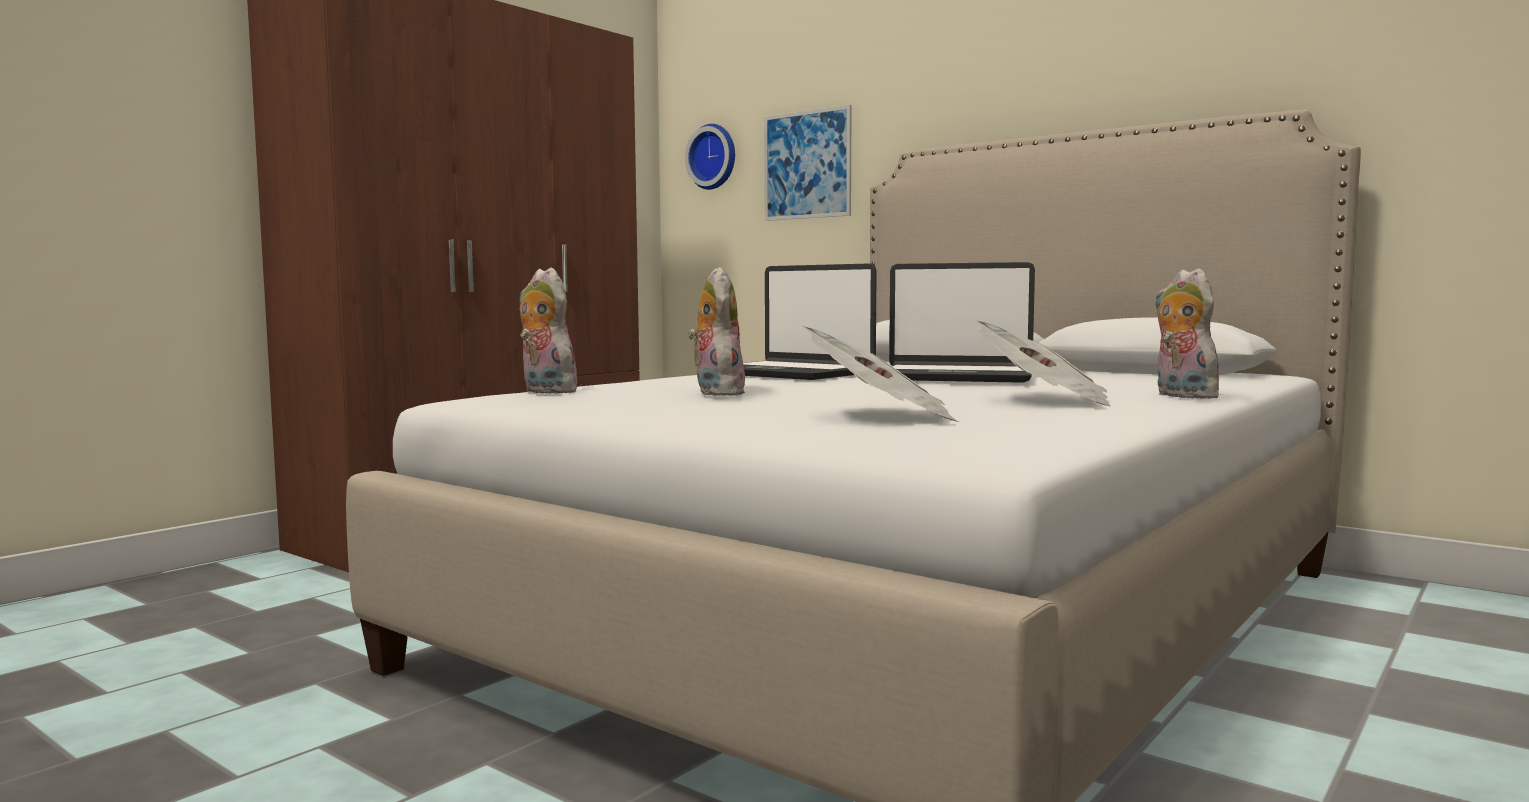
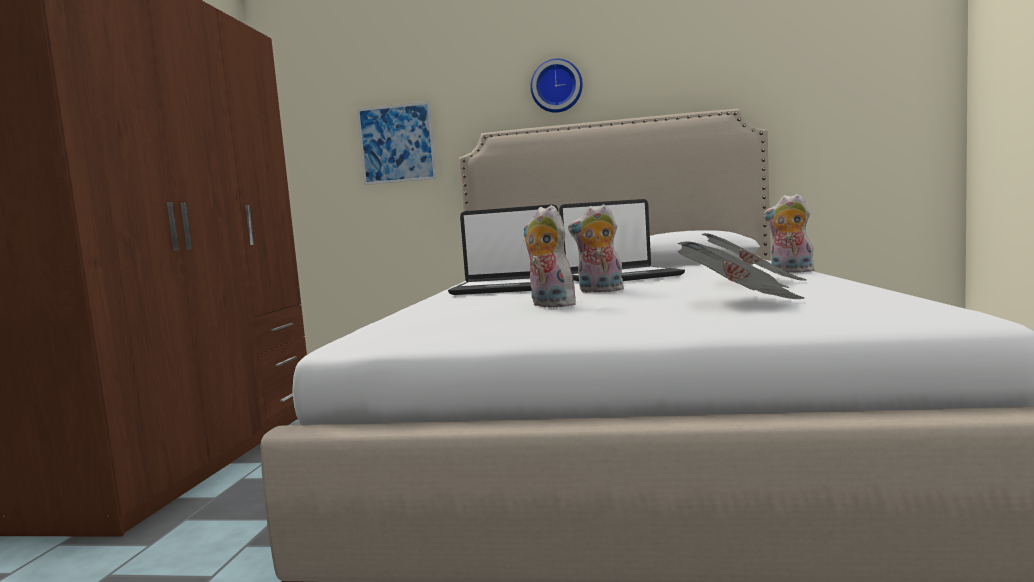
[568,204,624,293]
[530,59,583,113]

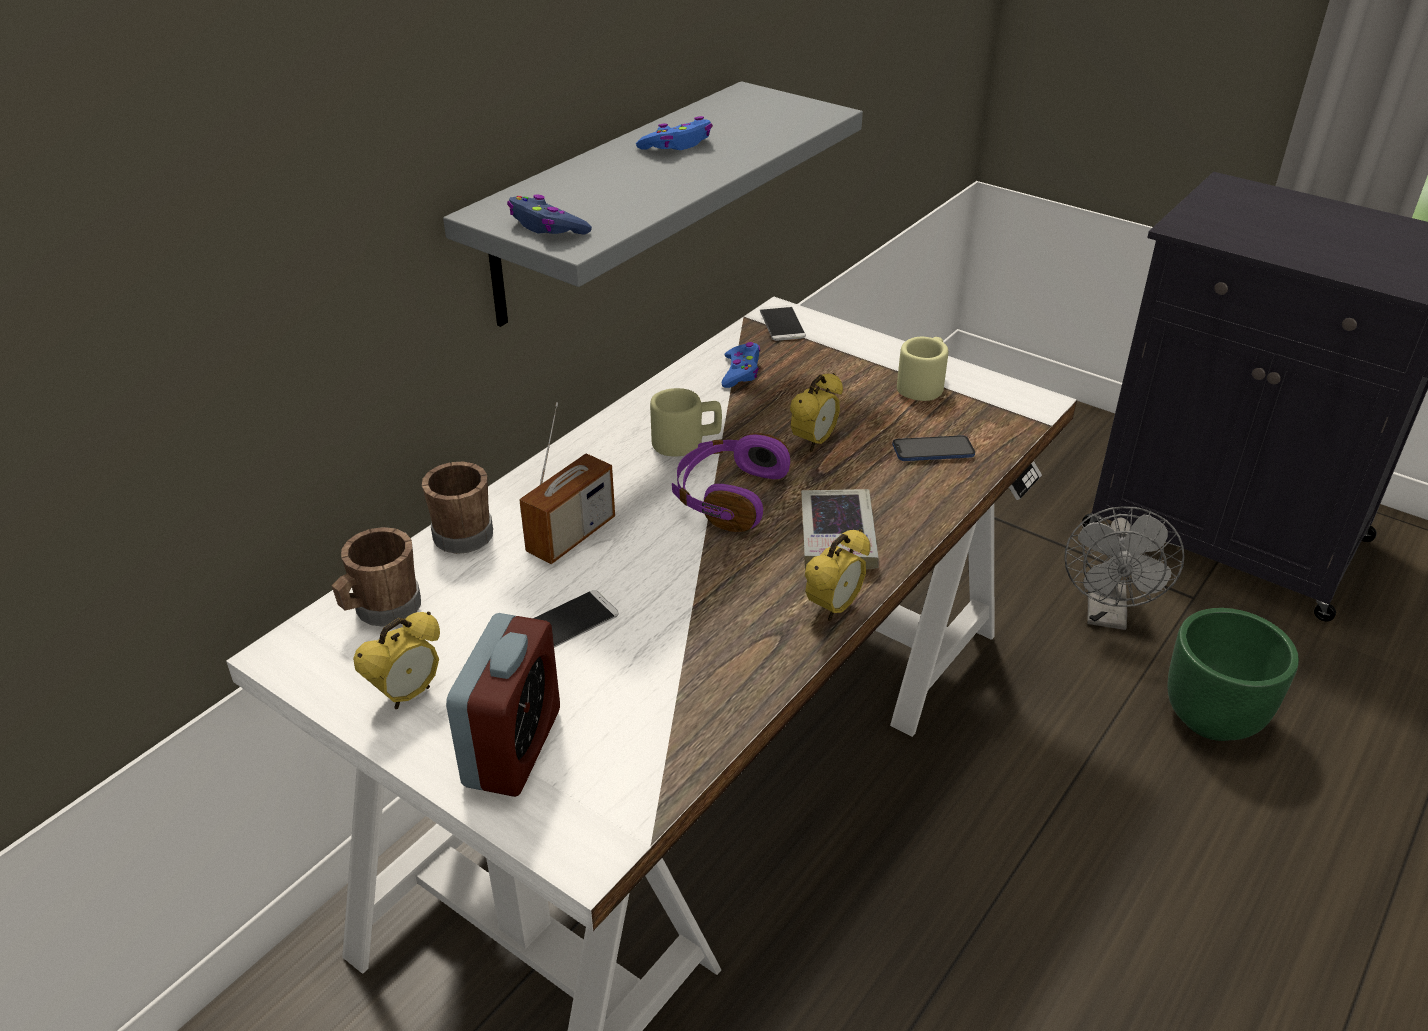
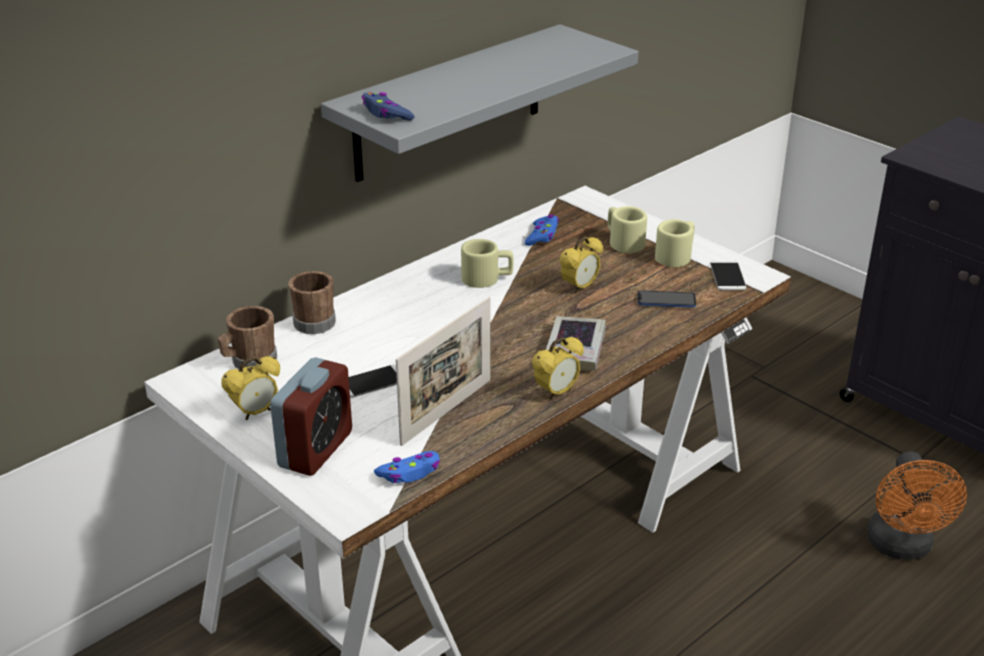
[519,402,615,564] (first image)
[374,451,440,483]
[672,433,790,532] (first image)
[710,261,747,290]
[1064,506,1185,630] (first image)
[867,451,967,560]
[396,297,491,446]
[608,206,647,253]

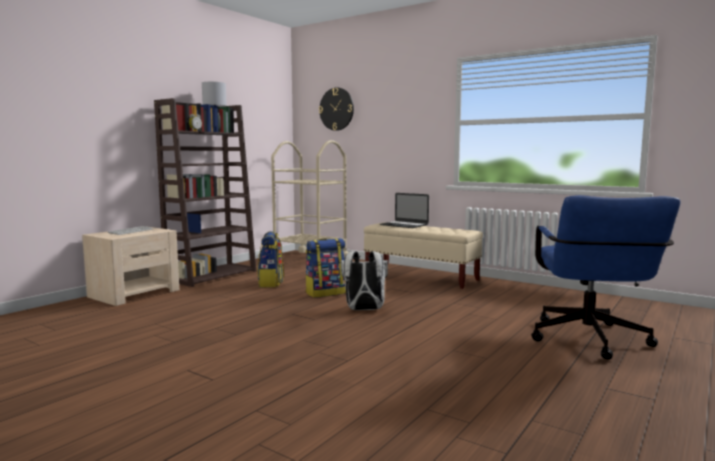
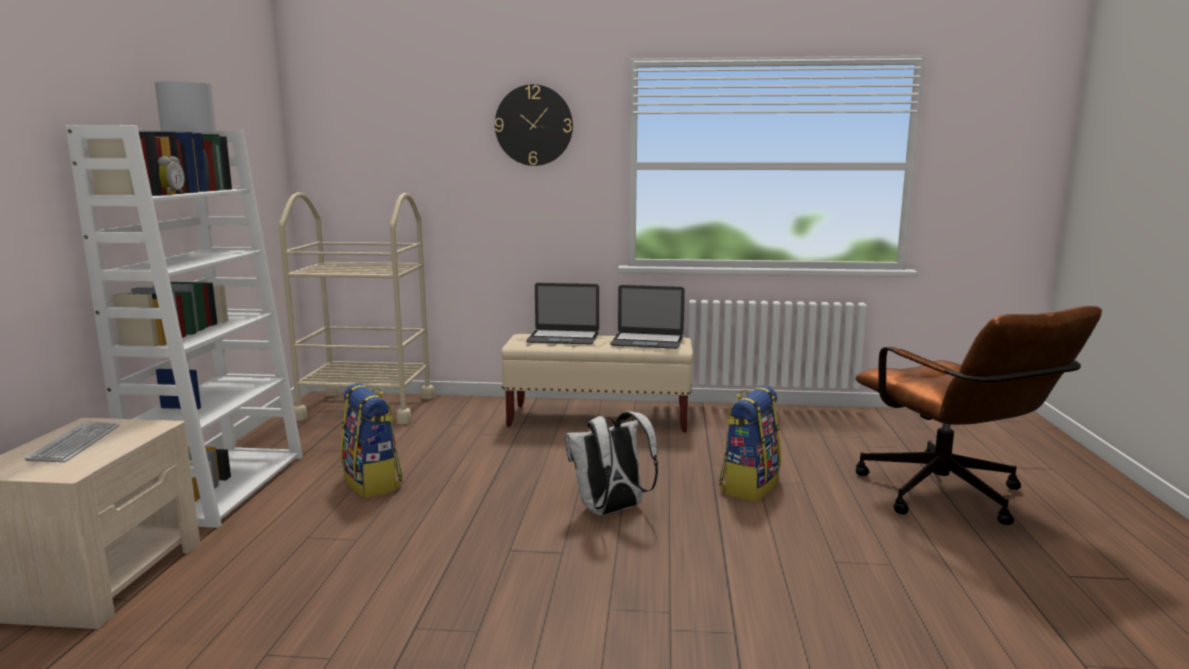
[66,125,303,528]
[719,385,781,502]
[495,84,573,166]
[856,306,1102,525]
[610,285,685,349]

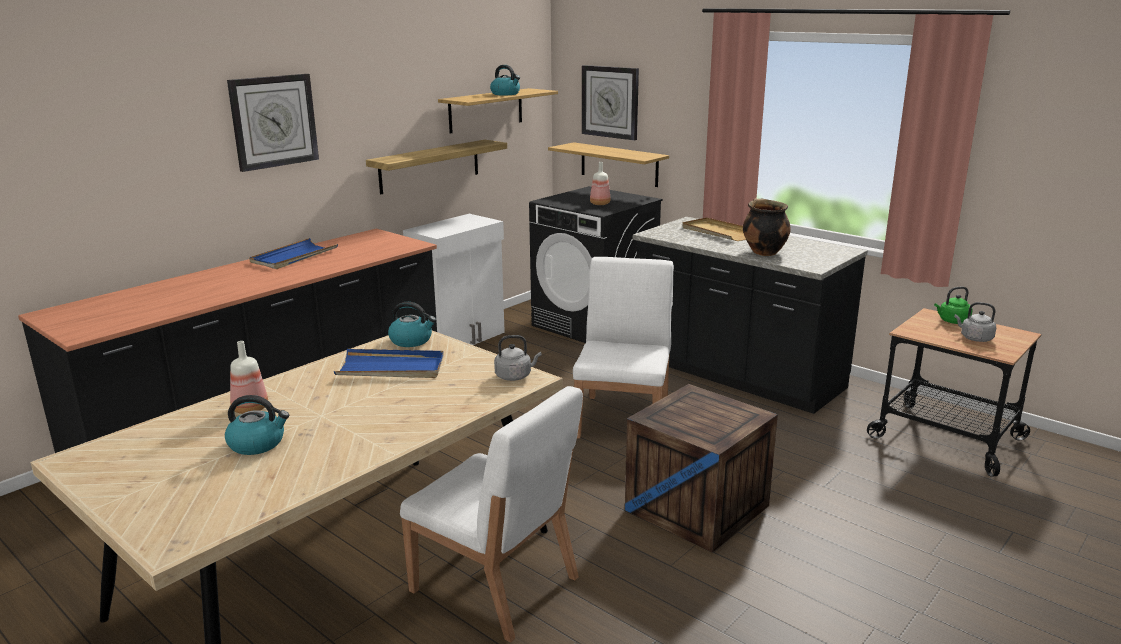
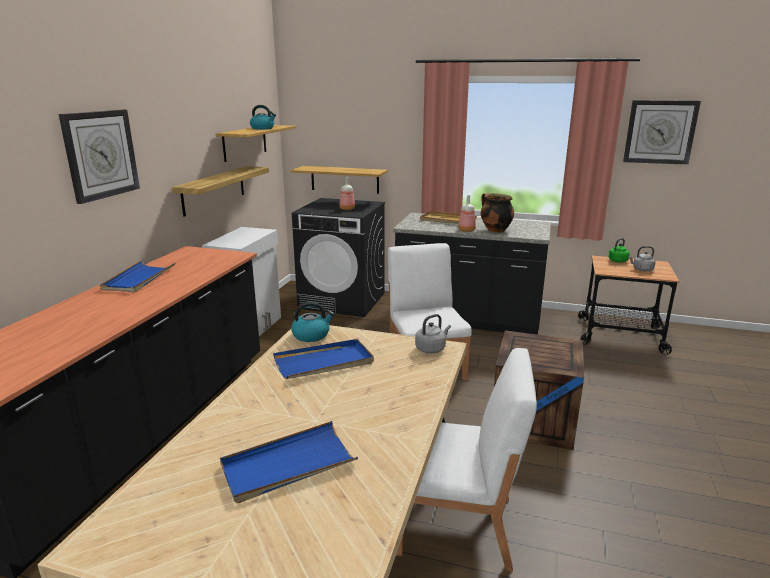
[220,421,358,503]
[458,195,476,232]
[623,100,701,165]

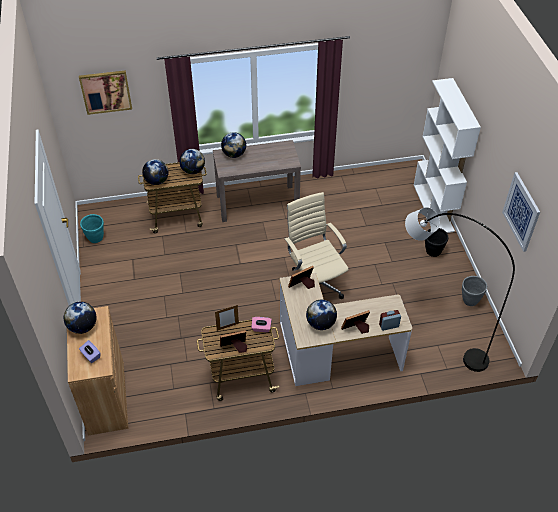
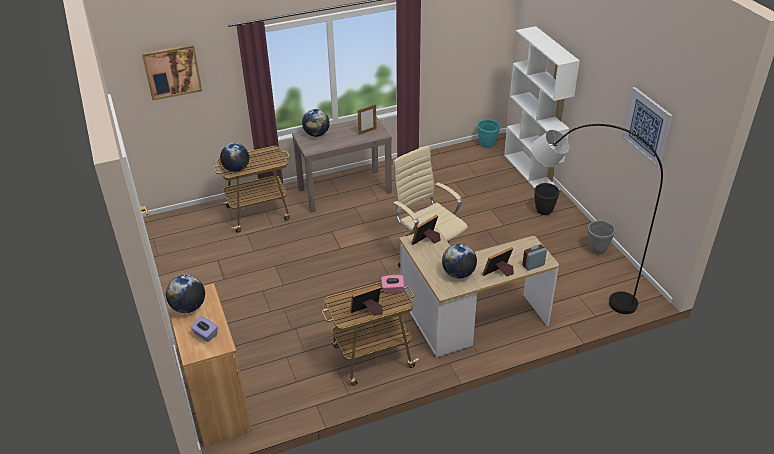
[477,119,500,148]
[179,149,205,174] (first image)
[357,104,377,135]

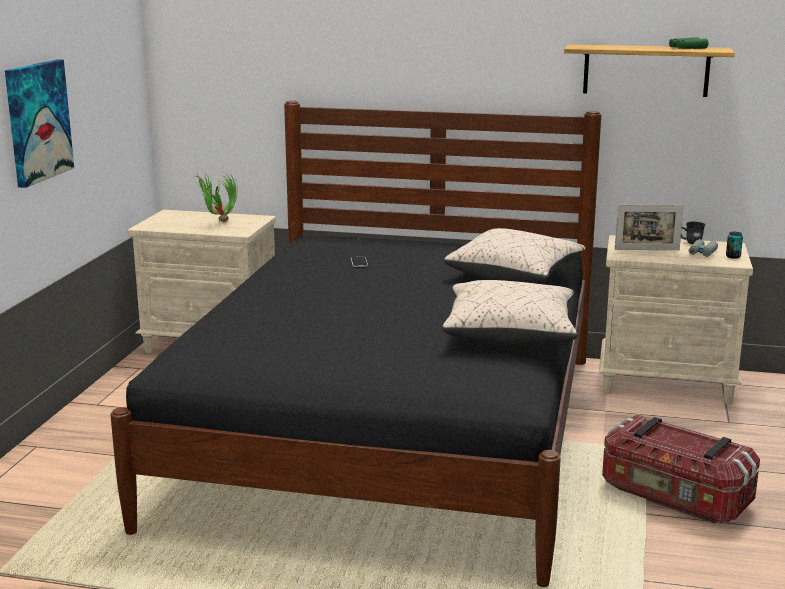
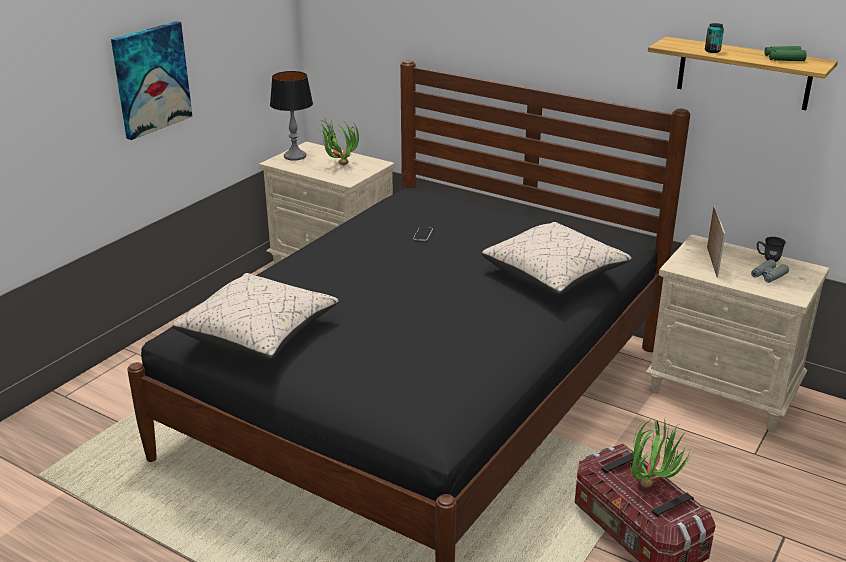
[173,273,339,360]
[707,205,725,278]
[705,23,724,53]
[270,71,313,161]
[630,419,693,489]

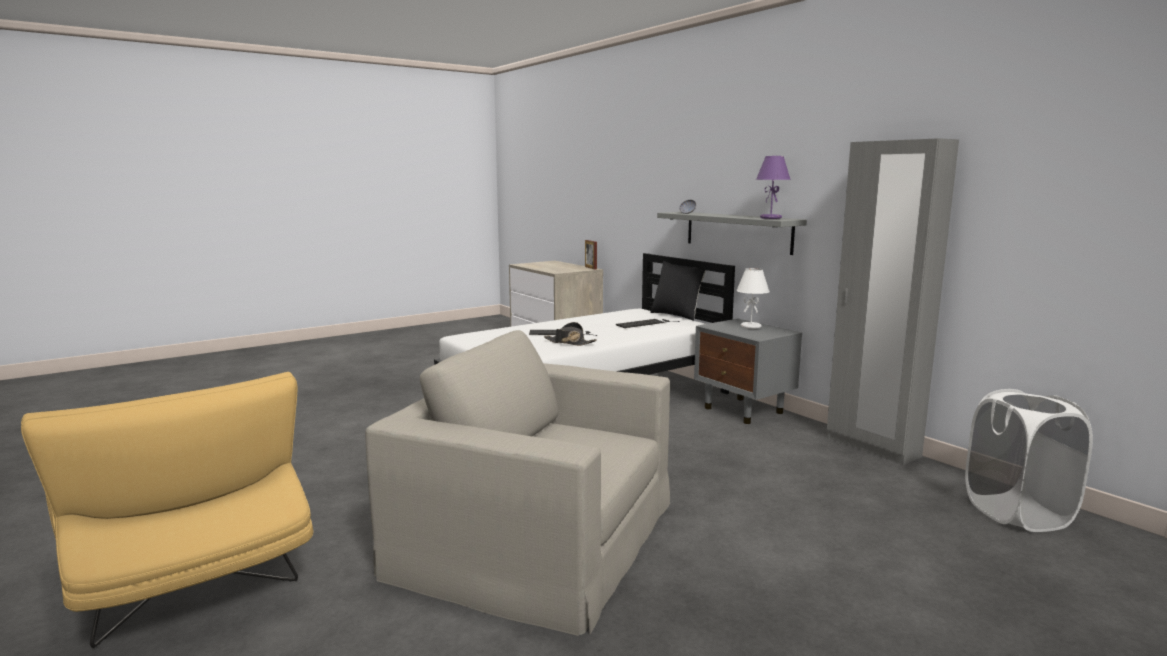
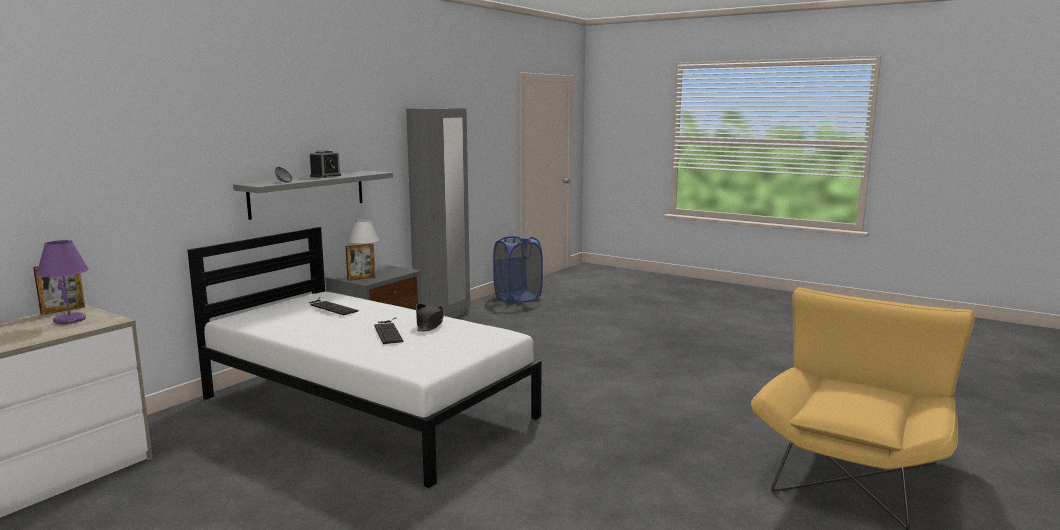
[365,330,670,636] (first image)
[650,261,706,321] (first image)
[36,240,89,324]
[493,236,543,303]
[310,150,341,178]
[346,244,375,281]

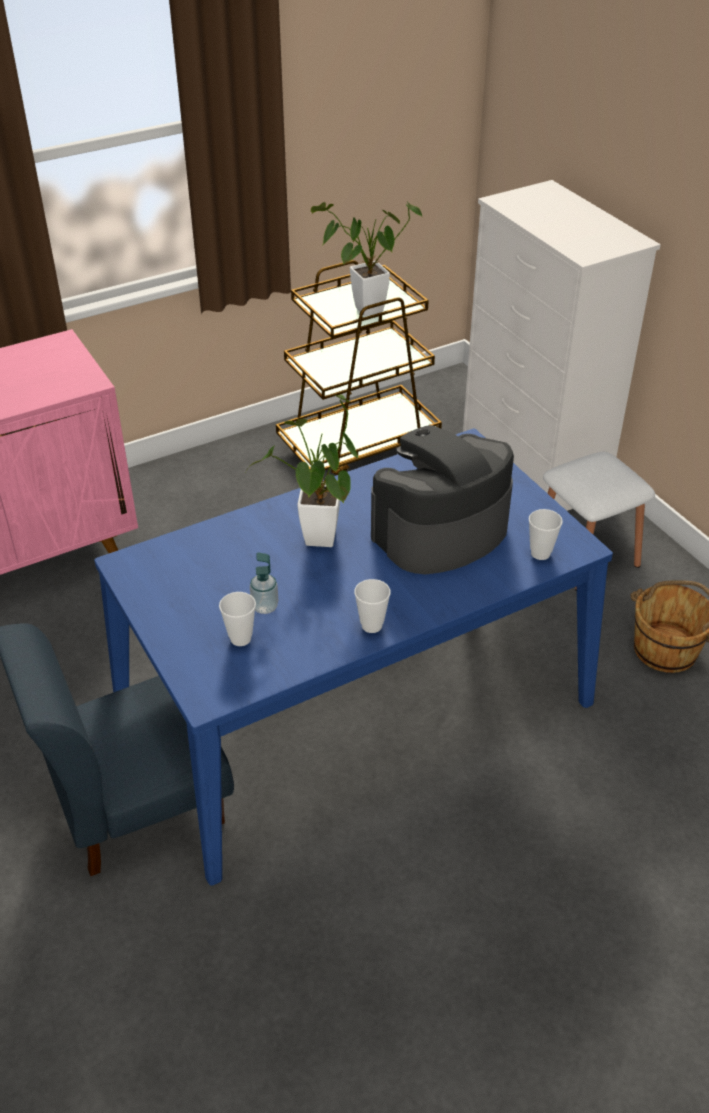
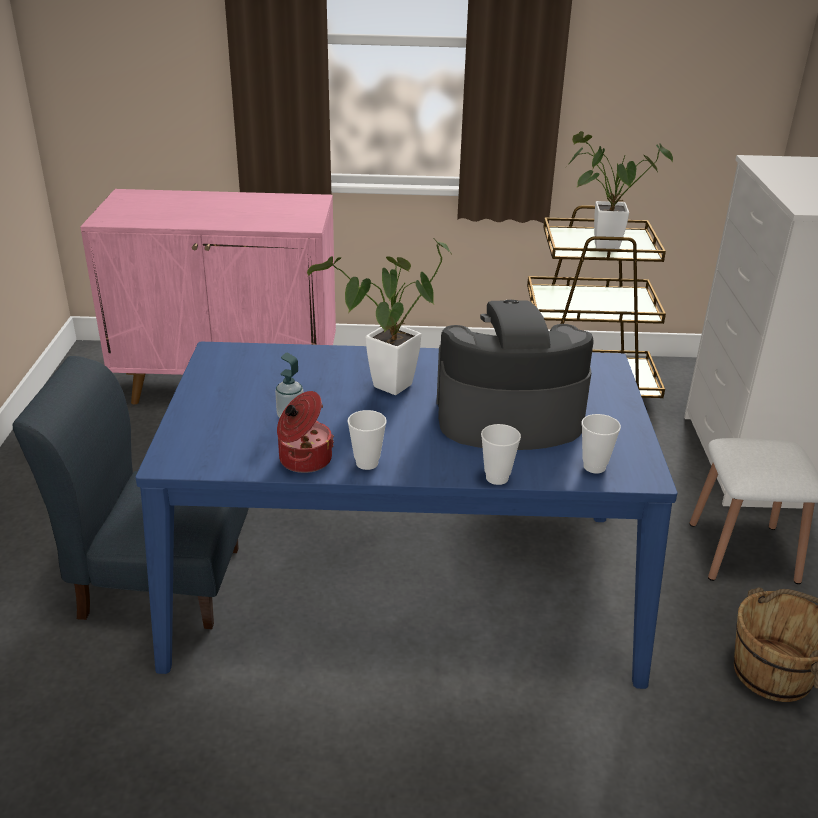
[481,424,521,485]
[277,391,334,473]

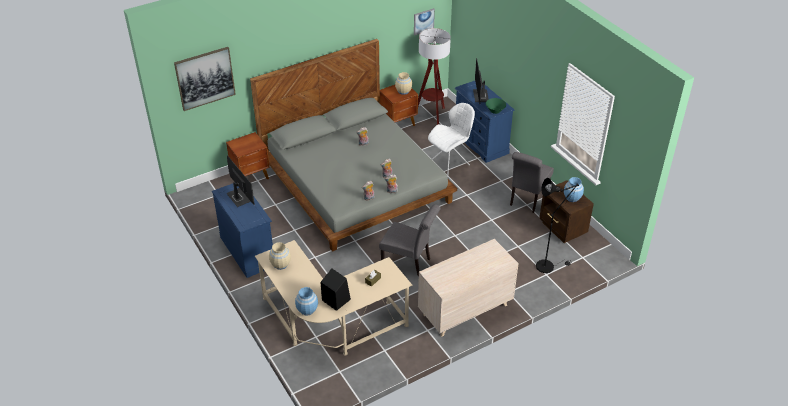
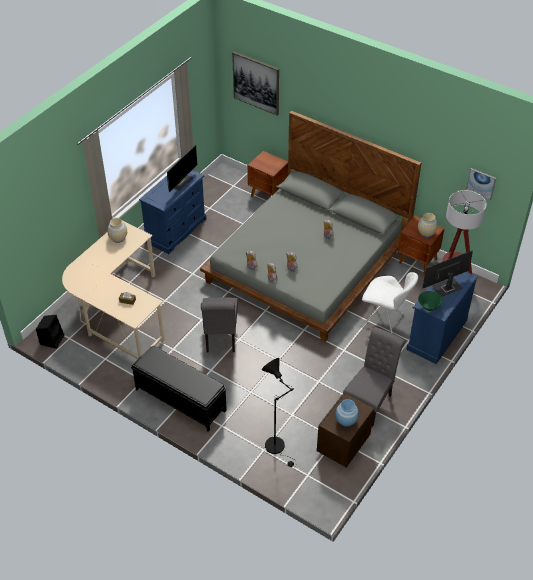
[295,287,318,315] (first image)
[36,315,64,349]
[131,346,227,432]
[343,327,405,427]

